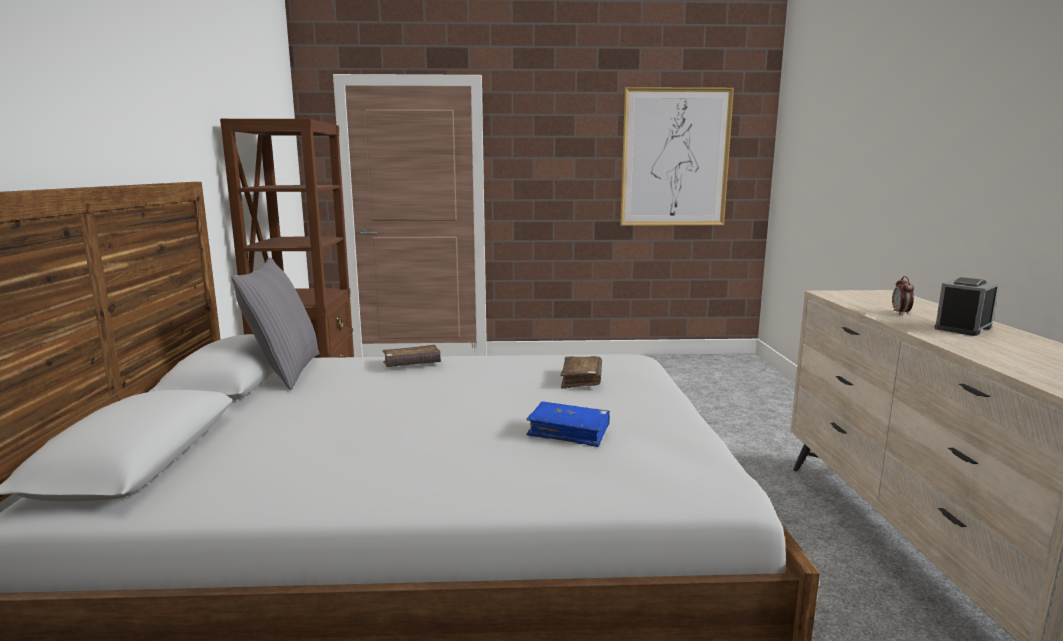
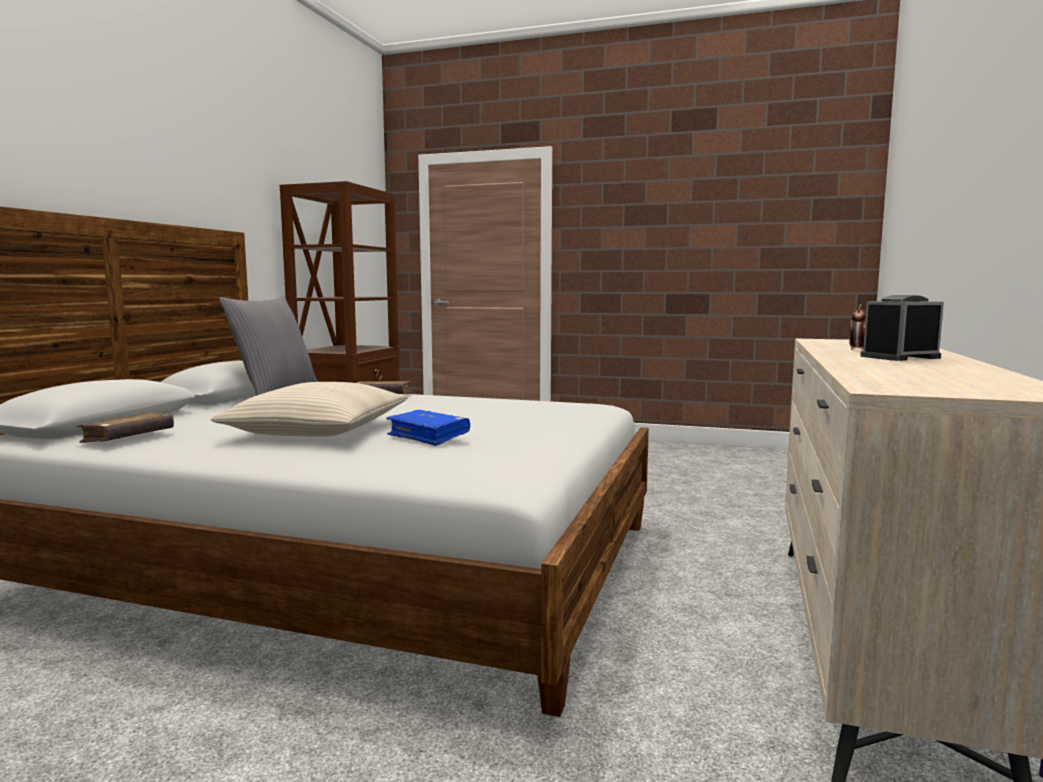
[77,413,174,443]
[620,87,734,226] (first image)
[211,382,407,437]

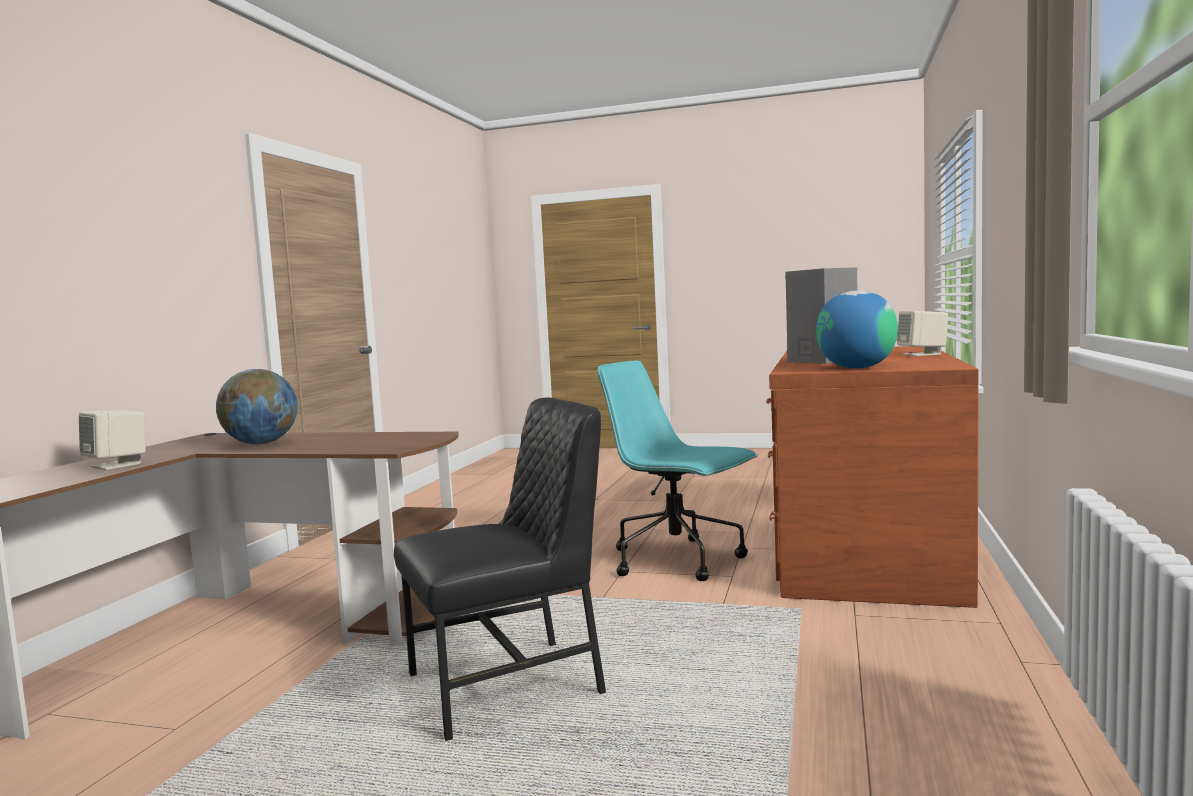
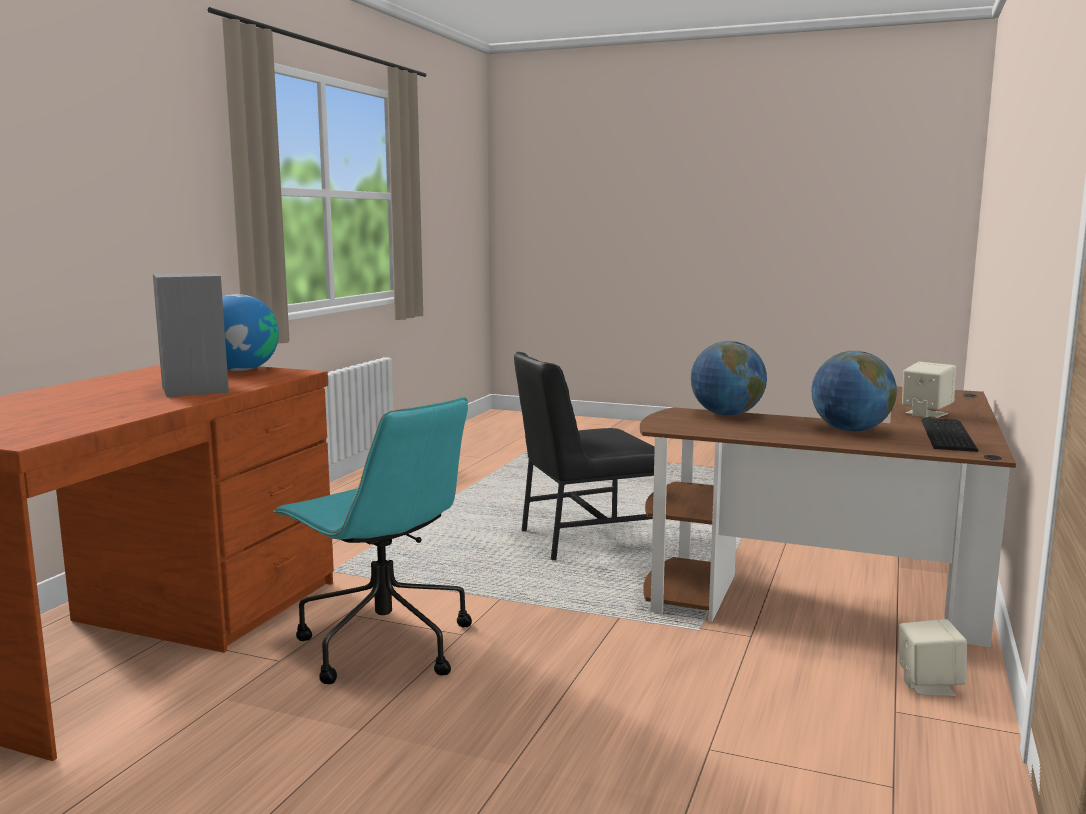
[899,619,967,696]
[691,341,767,416]
[921,418,978,452]

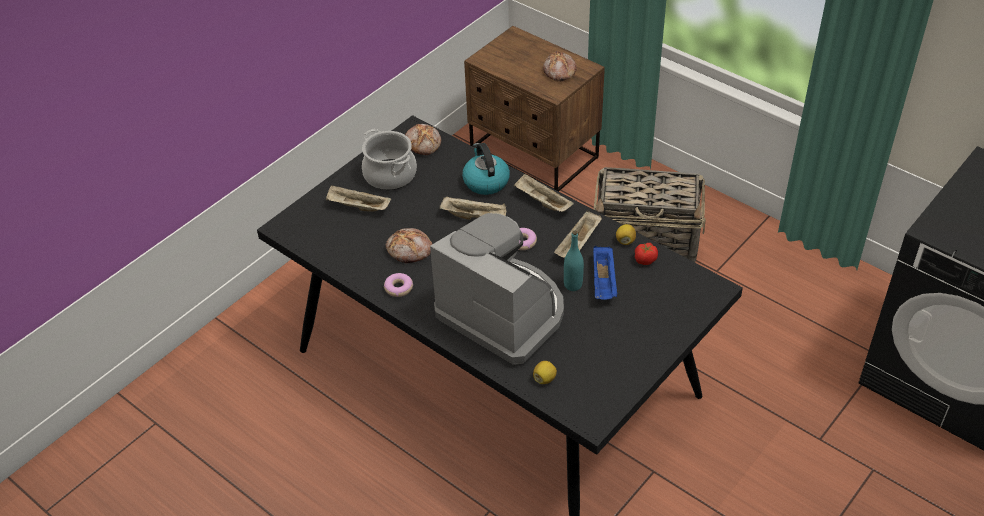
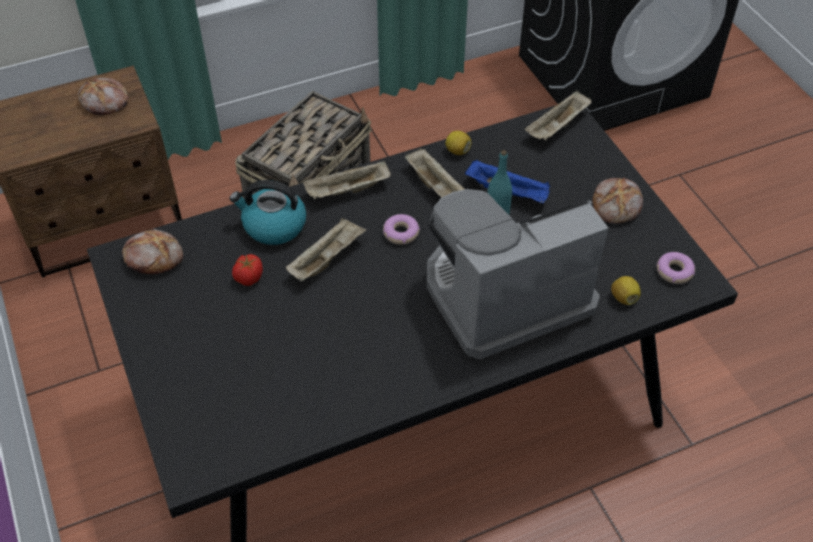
[525,90,592,141]
[362,129,417,190] (first image)
[656,252,695,284]
[592,177,643,224]
[232,254,263,286]

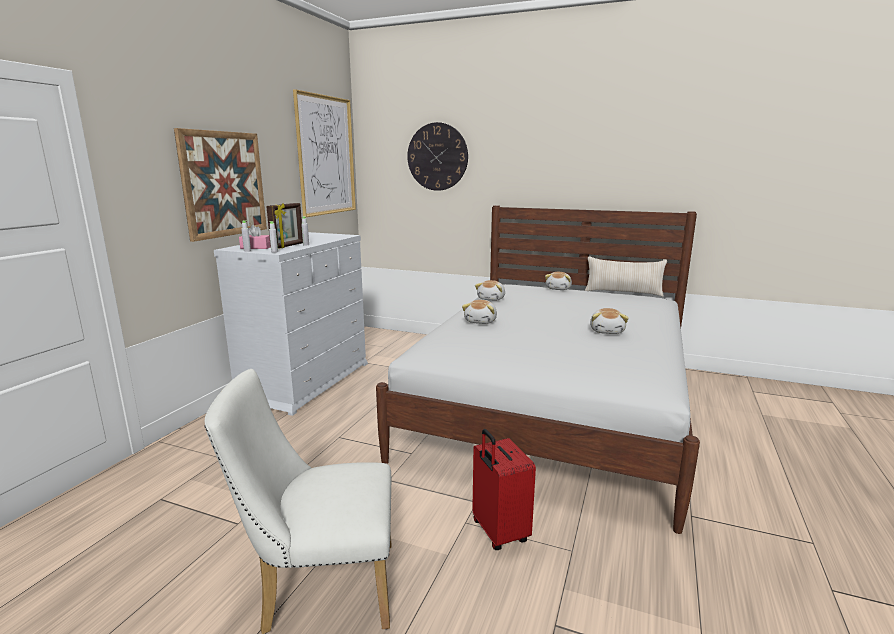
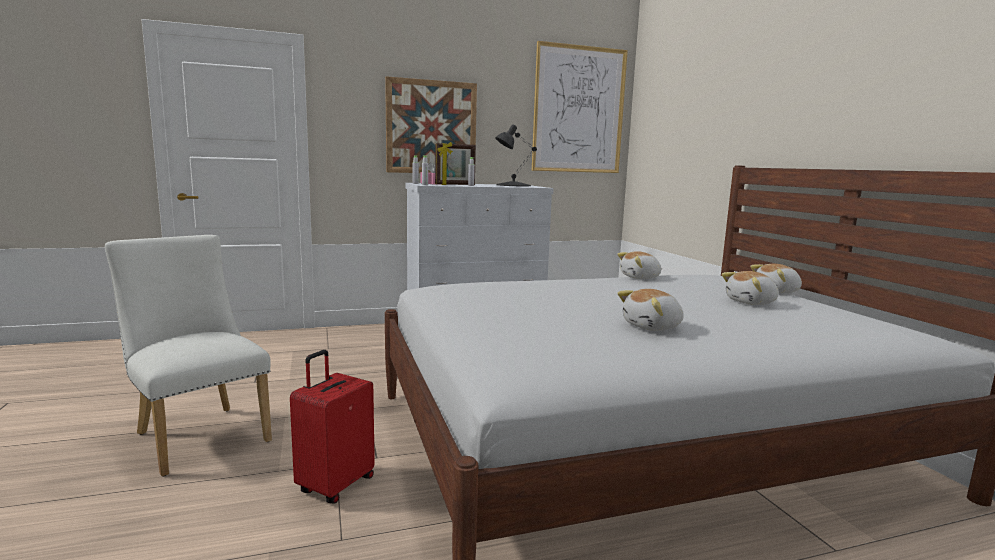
[407,122,468,191] (first image)
[722,271,779,305]
[585,257,667,297] (first image)
[495,125,537,186]

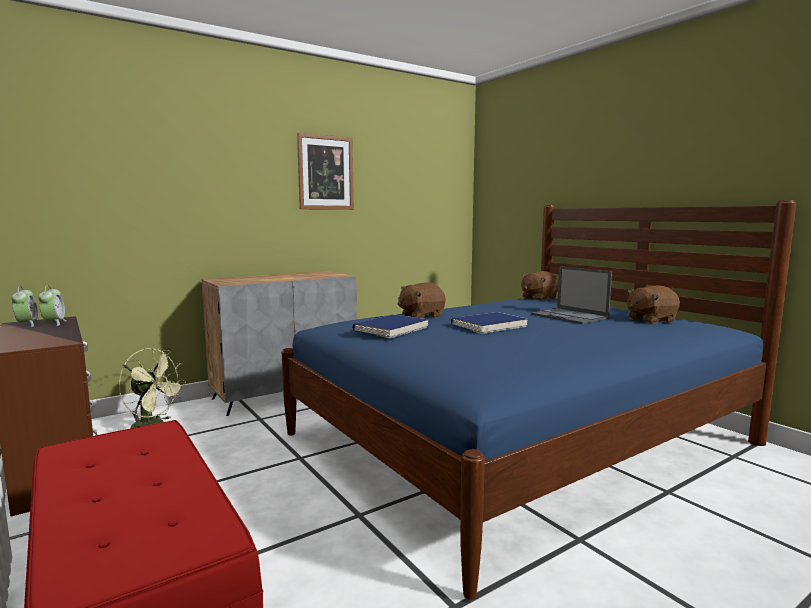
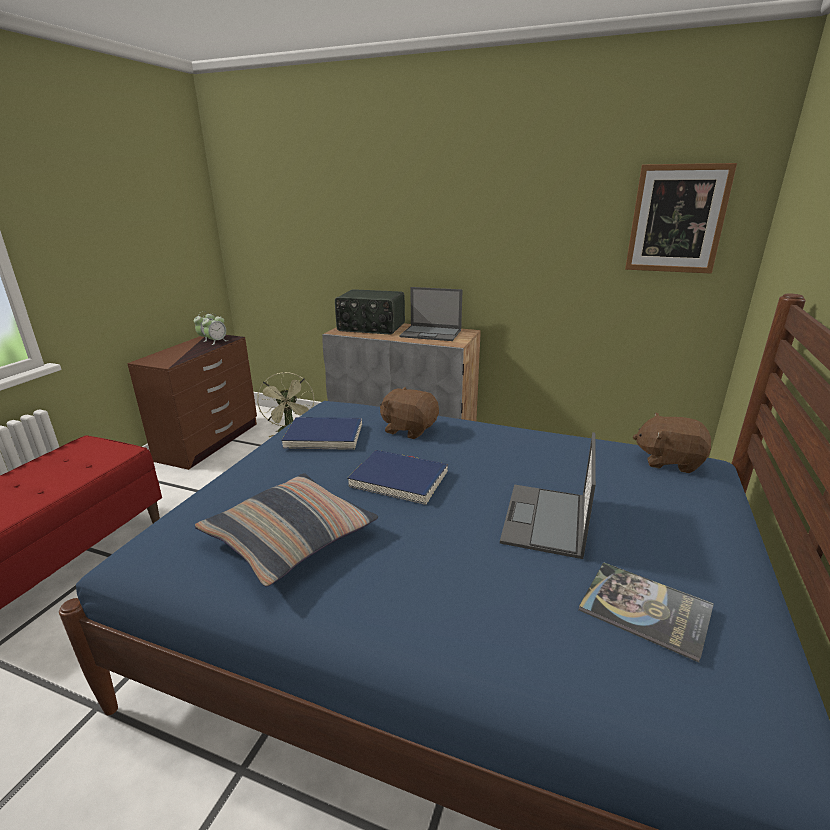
[625,163,737,274]
[579,562,714,662]
[195,473,378,587]
[335,289,405,334]
[399,287,463,341]

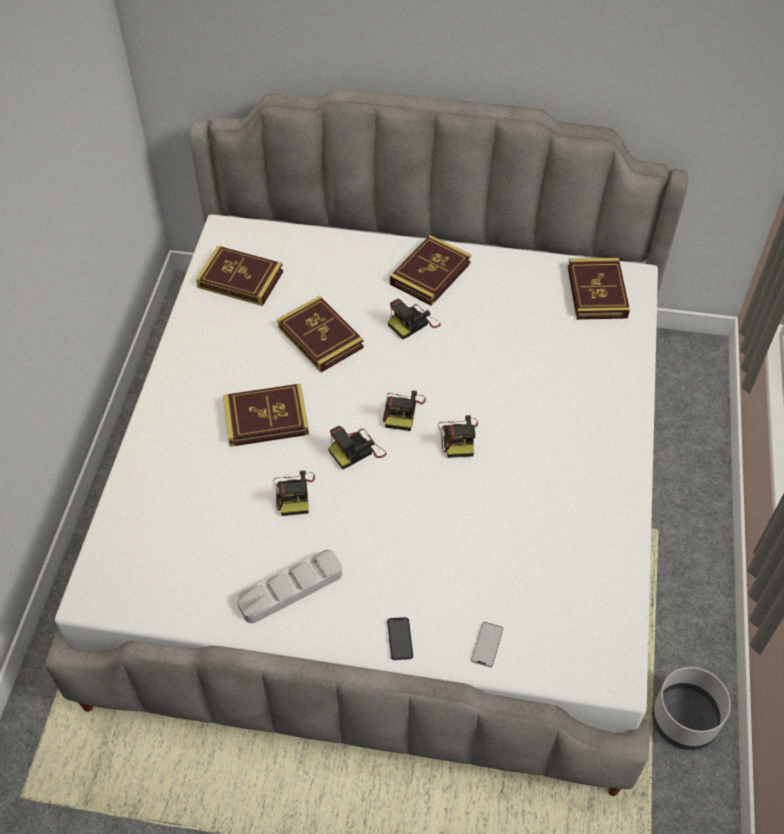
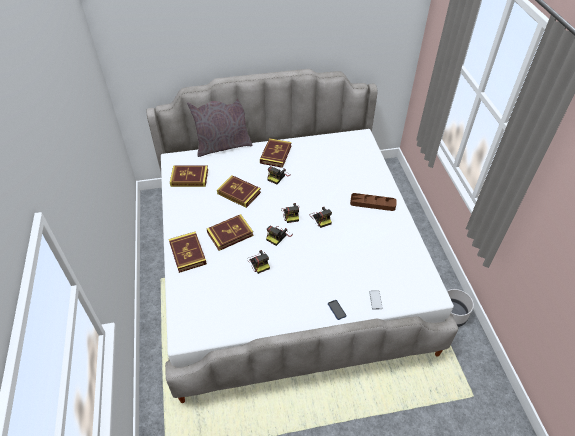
[237,549,342,623] (first image)
[169,232,207,273]
[187,99,253,157]
[350,193,397,211]

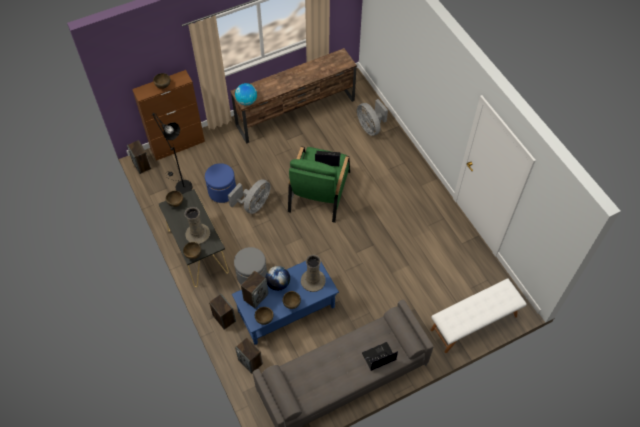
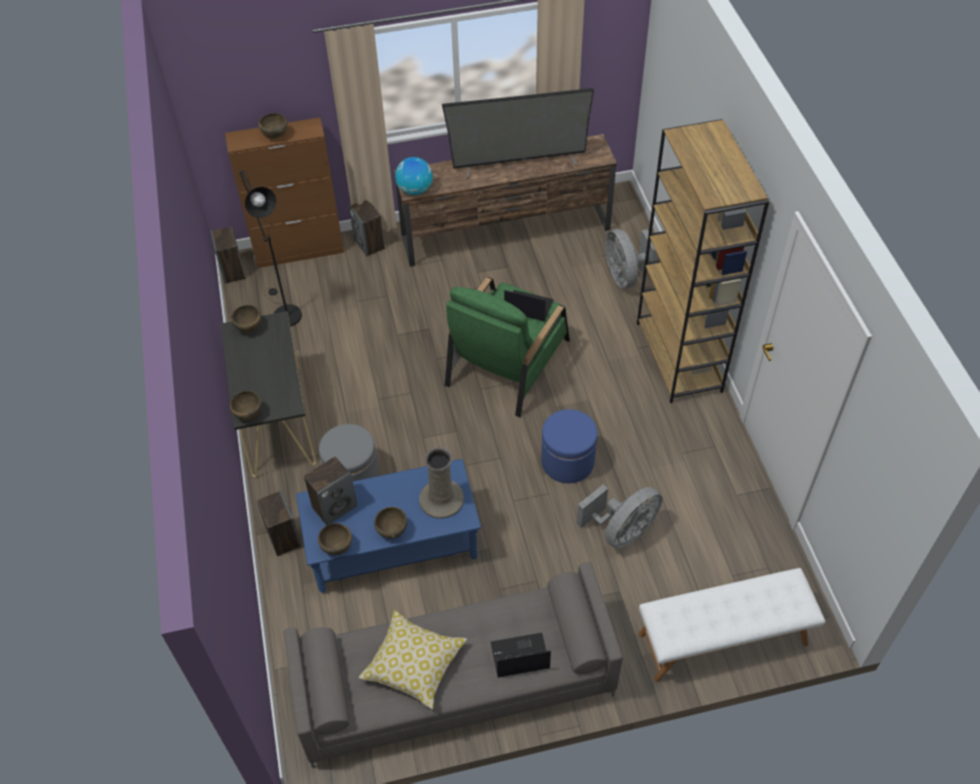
[185,207,210,244] (first image)
[541,409,598,483]
[576,484,662,549]
[349,200,385,256]
[265,266,290,291] (first image)
[358,610,467,709]
[442,88,594,179]
[637,119,769,403]

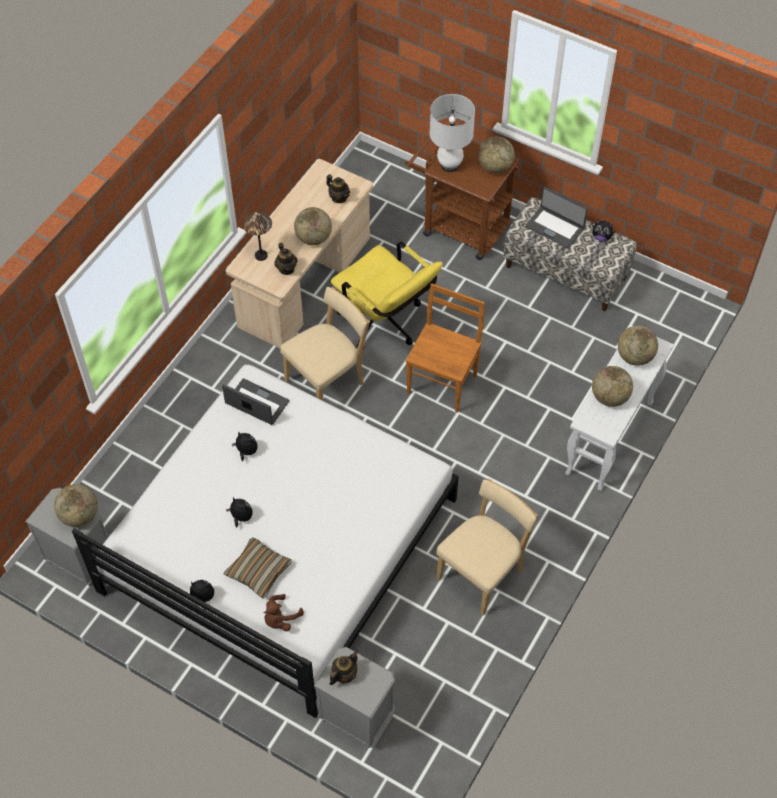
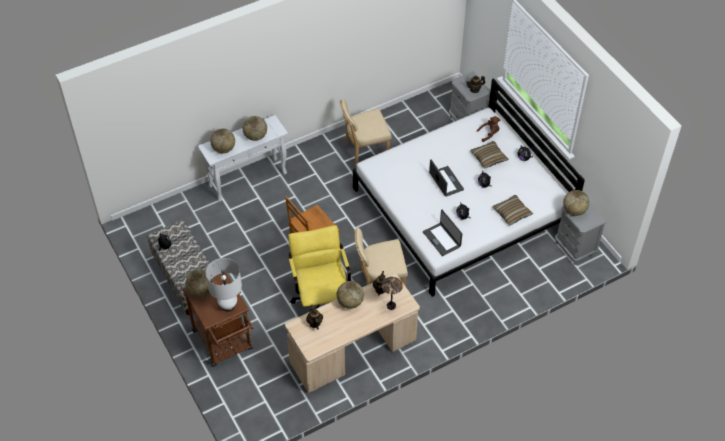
[429,159,464,197]
[493,195,533,225]

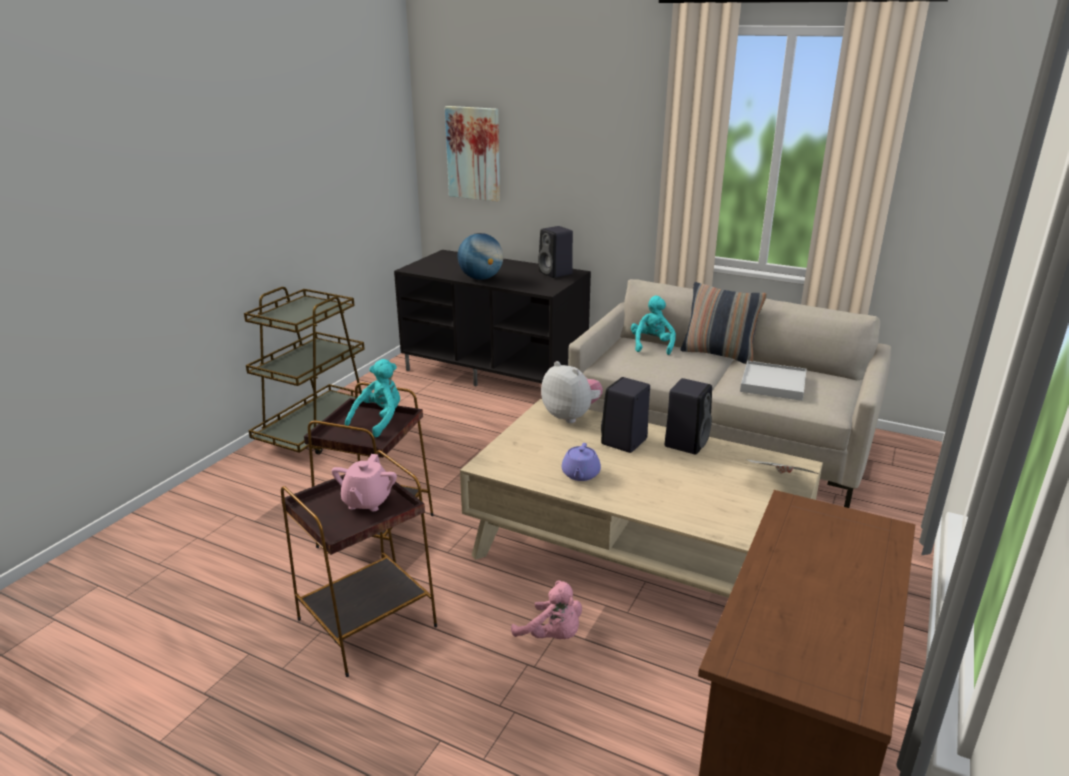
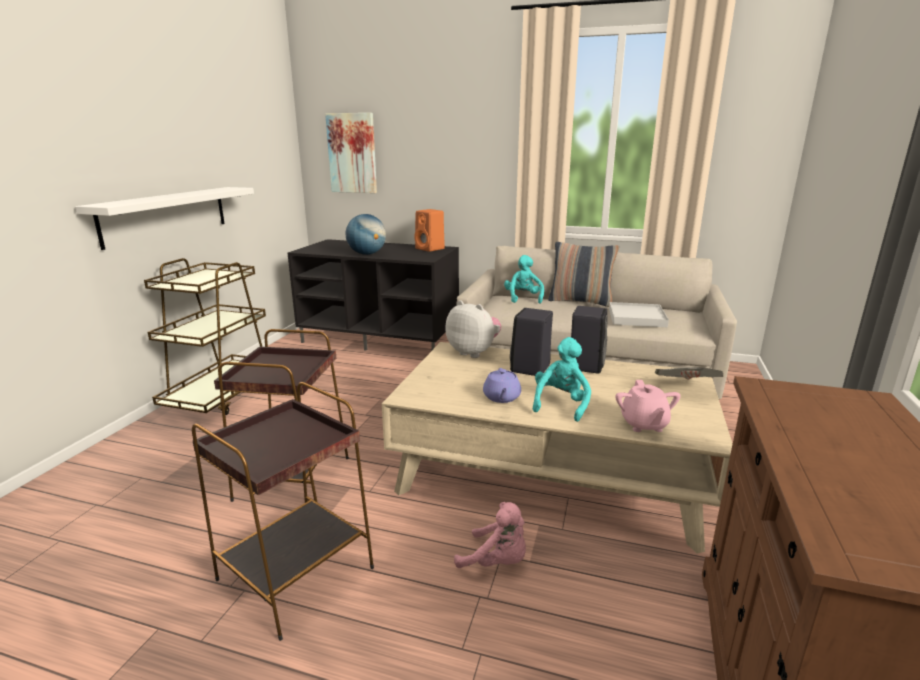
[616,380,681,432]
[533,337,591,422]
[414,209,445,252]
[75,187,254,250]

